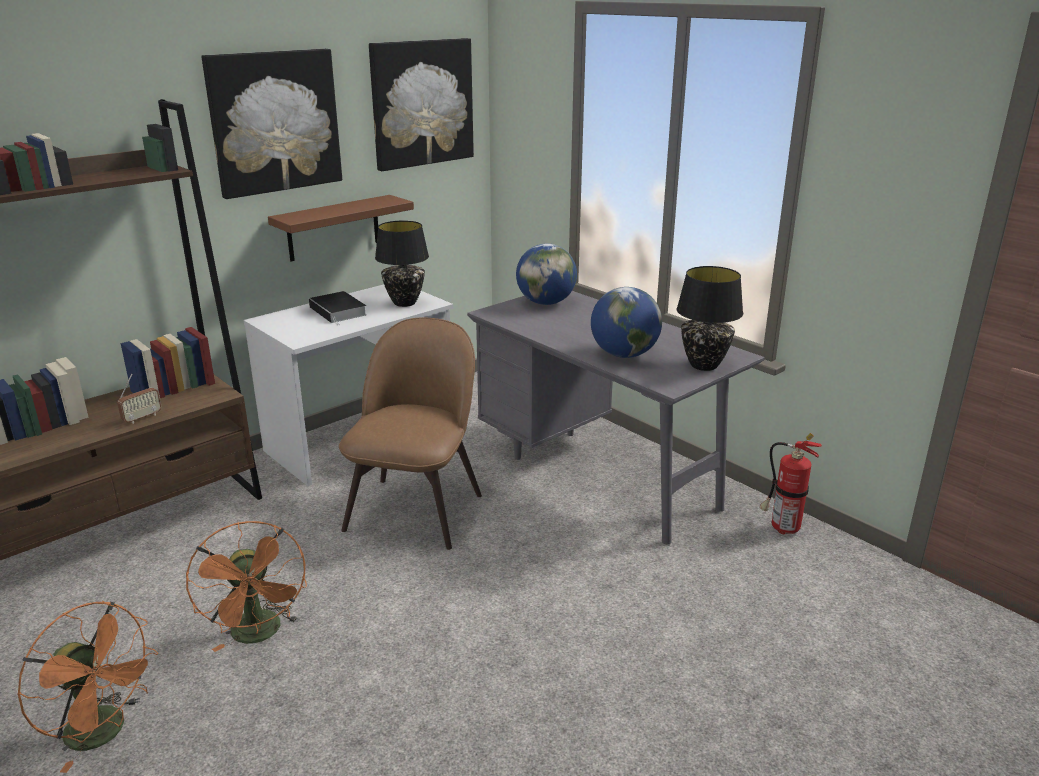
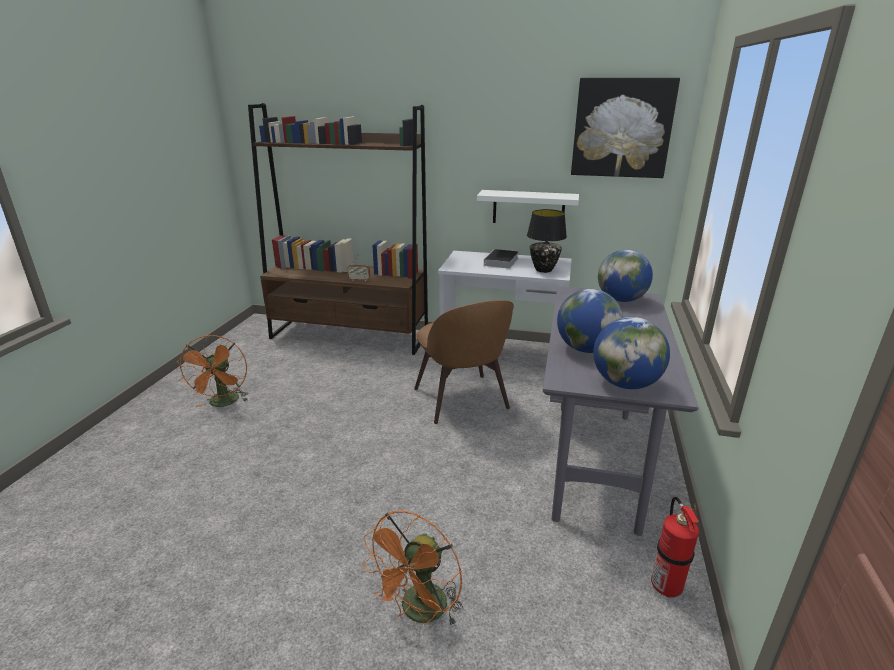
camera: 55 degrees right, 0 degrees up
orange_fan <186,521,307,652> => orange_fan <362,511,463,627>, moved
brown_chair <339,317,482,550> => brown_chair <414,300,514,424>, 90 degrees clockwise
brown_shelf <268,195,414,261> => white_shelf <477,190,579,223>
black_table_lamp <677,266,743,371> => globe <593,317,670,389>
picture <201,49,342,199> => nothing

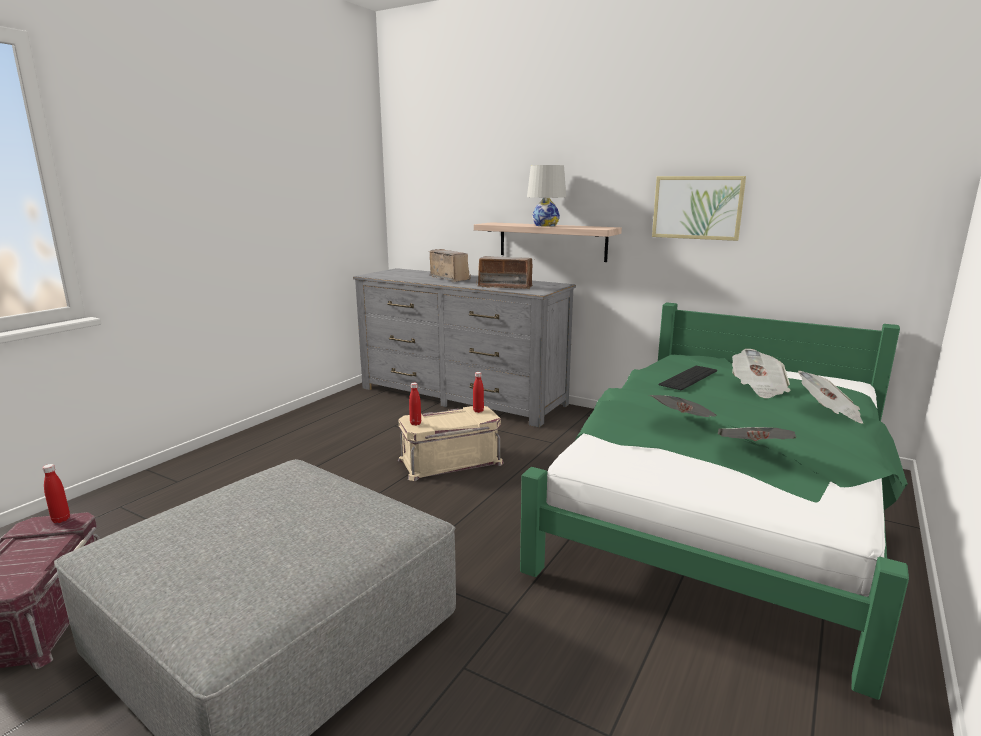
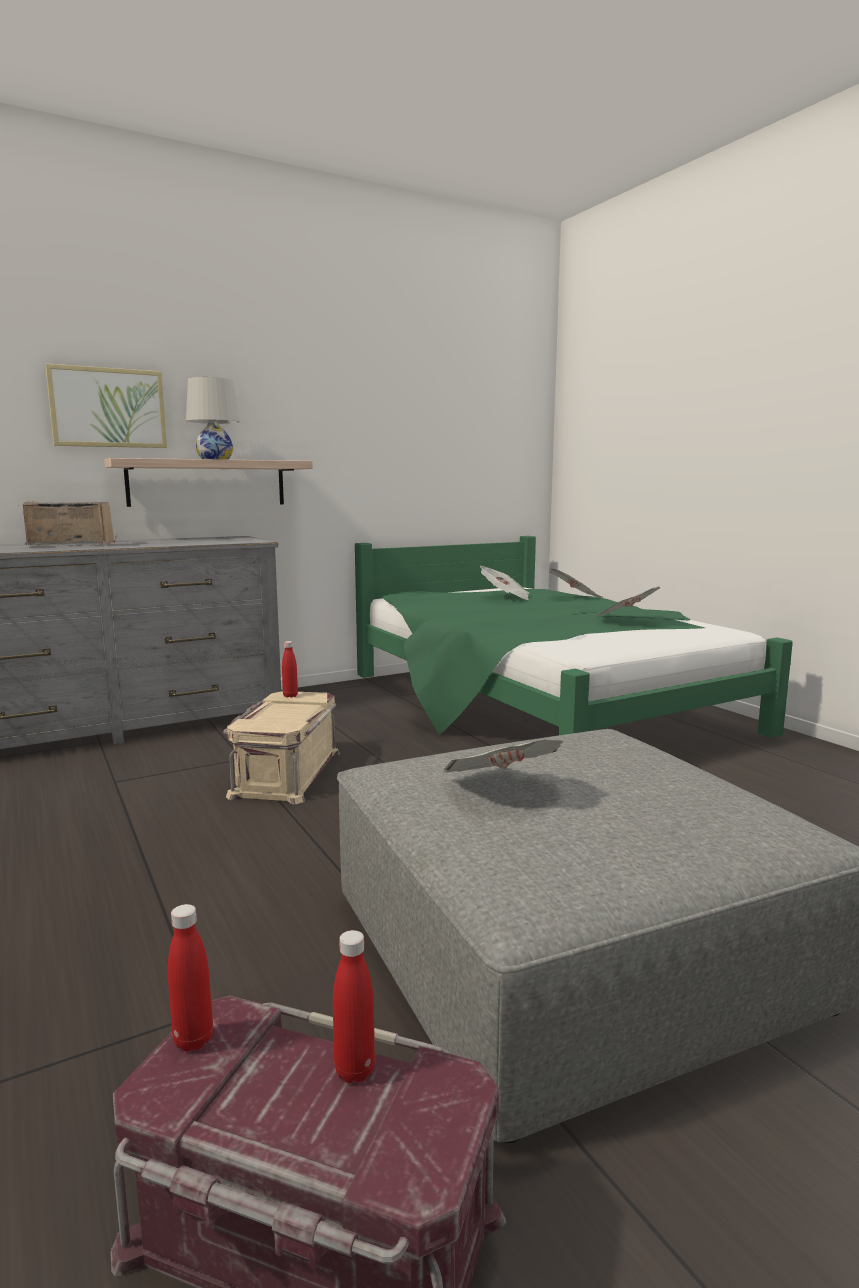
camera: 60 degrees left, 5 degrees down
picture <652,176,746,241> => picture <45,364,167,448>, moved
red_bottle <409,383,421,426> => red_bottle <333,930,375,1083>, moved
newspaper <649,395,717,417> => newspaper <444,740,563,772>, moved
radio <476,256,535,289> => nothing
keyboard <659,366,717,391> => nothing

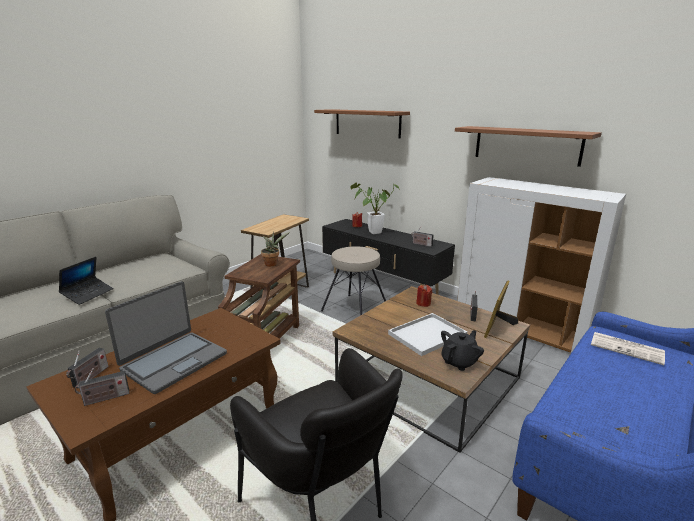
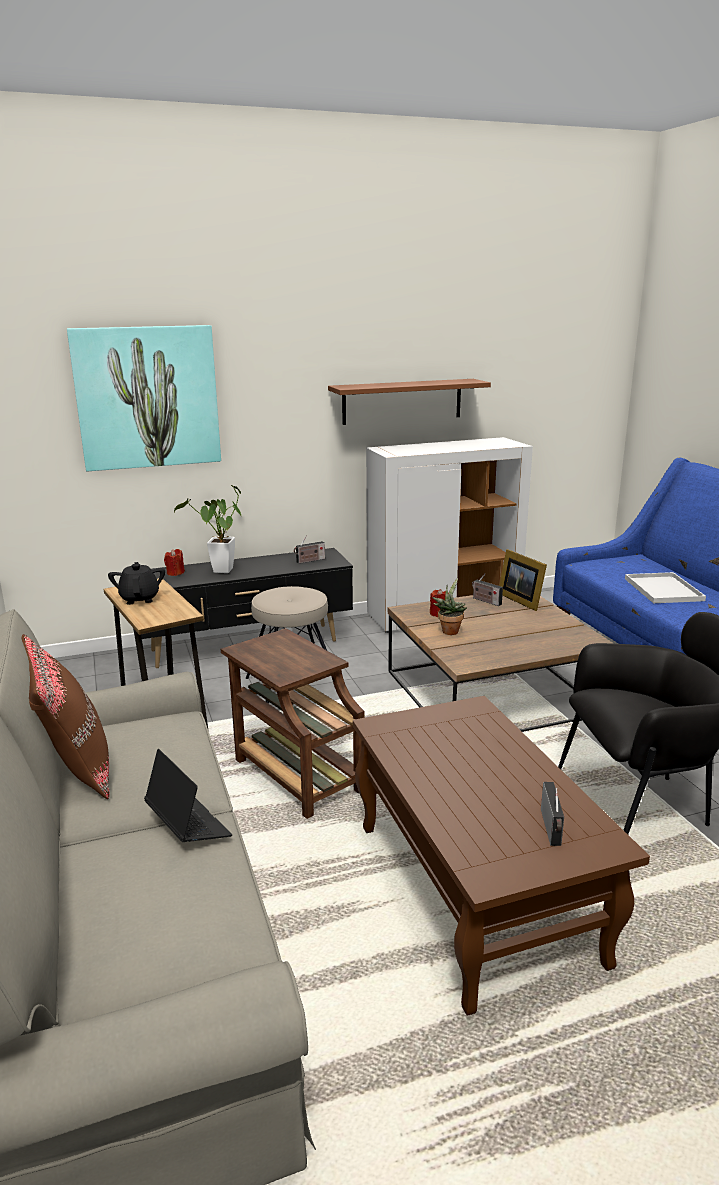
camera: 60 degrees left, 0 degrees up
nothing => brown_pillow <21,634,109,799>
brown_shelf <314,109,410,139> => picture <67,325,221,471>
black_teapot <441,330,484,371> => black_teapot <108,562,165,605>, moved
potted_plant <261,231,290,267> => potted_plant <432,578,467,635>, moved
white_tray <388,313,467,356> => white_tray <625,572,706,603>, moved
radio <66,348,109,388> => nothing
laptop <105,281,227,394> => nothing
newspaper <591,332,665,365> => nothing

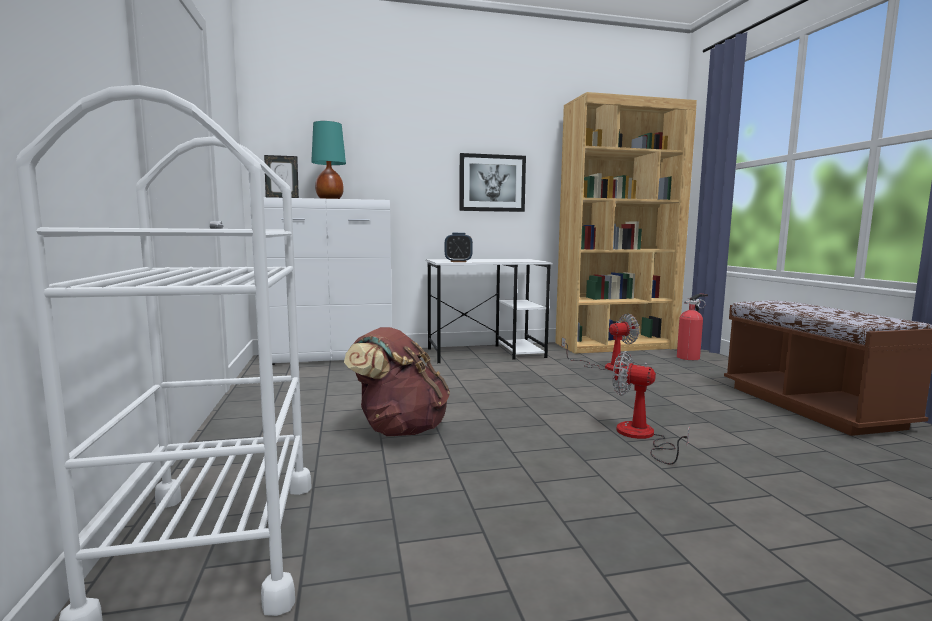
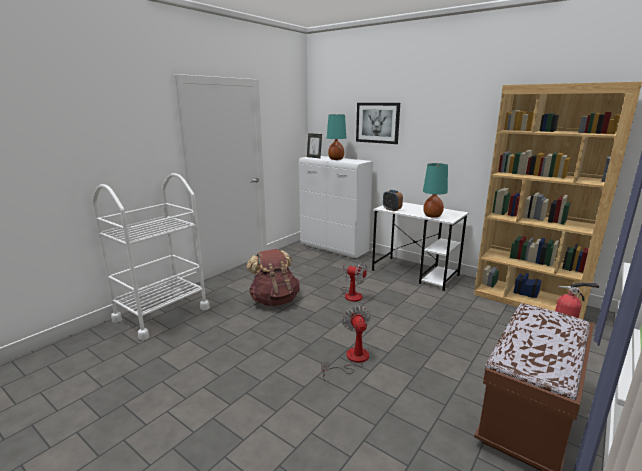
camera: 50 degrees right, 10 degrees up
fan <562,314,640,371> => fan <342,262,367,302>, moved
picture <459,153,526,212> => picture <356,103,400,144>, moved
nothing => turquoise_table_lamp <423,163,448,218>

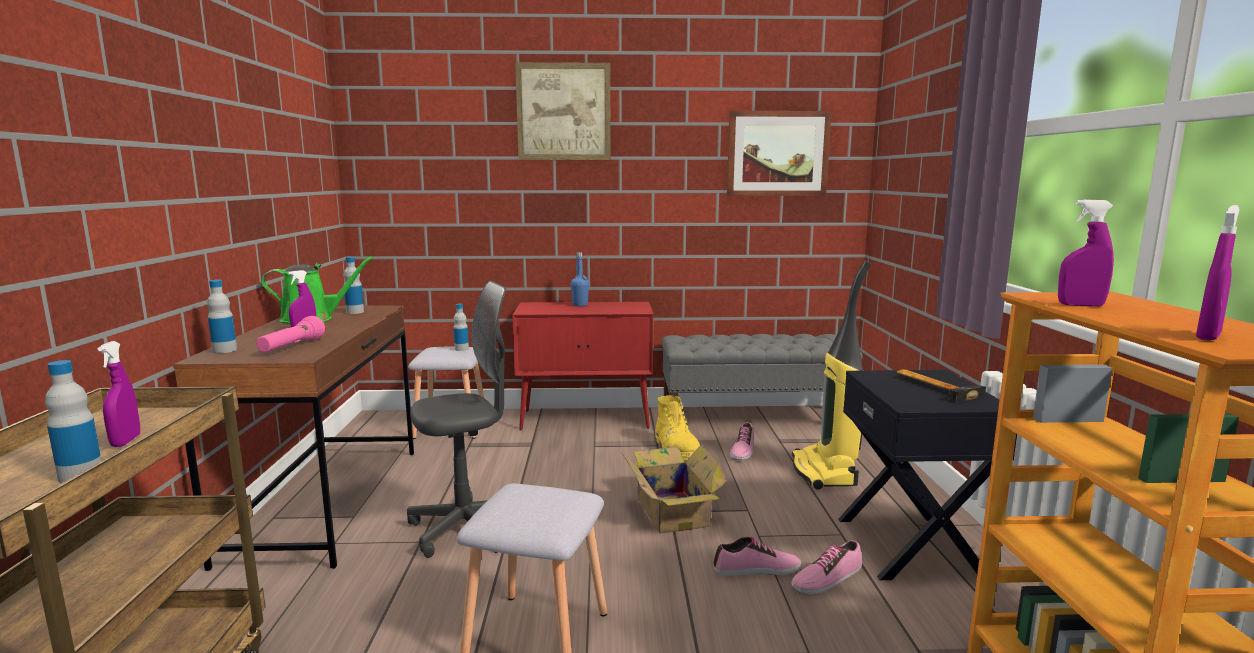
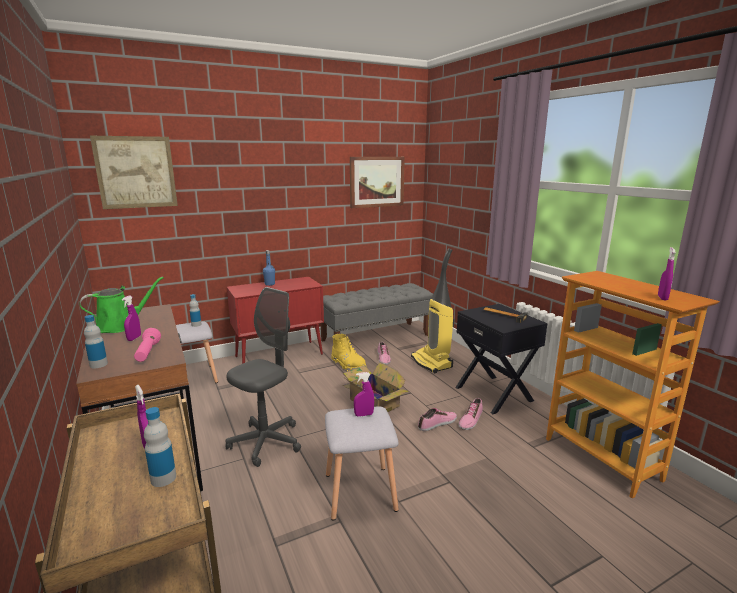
camera: 25 degrees left, 5 degrees up
picture <515,62,611,160> => picture <90,136,178,209>, moved
purple_spray_bottle <1058,199,1114,307> => purple_spray_bottle <354,372,374,417>, moved
bottle <344,257,364,314> => nothing

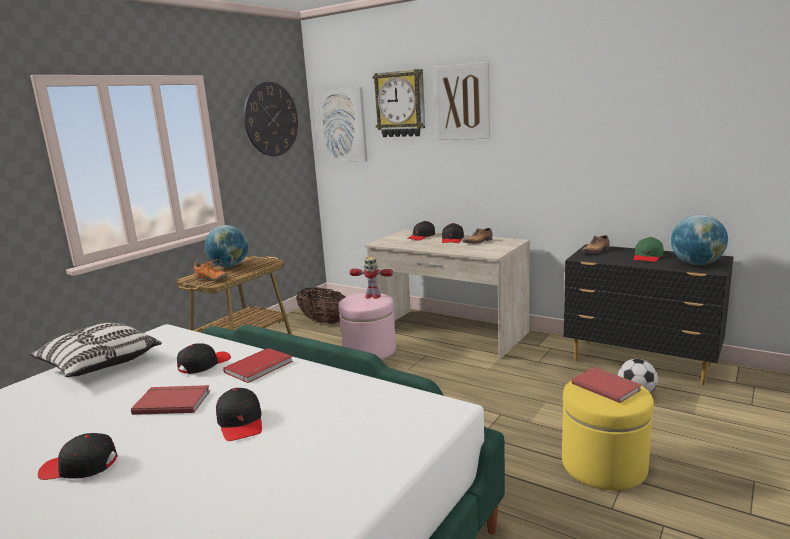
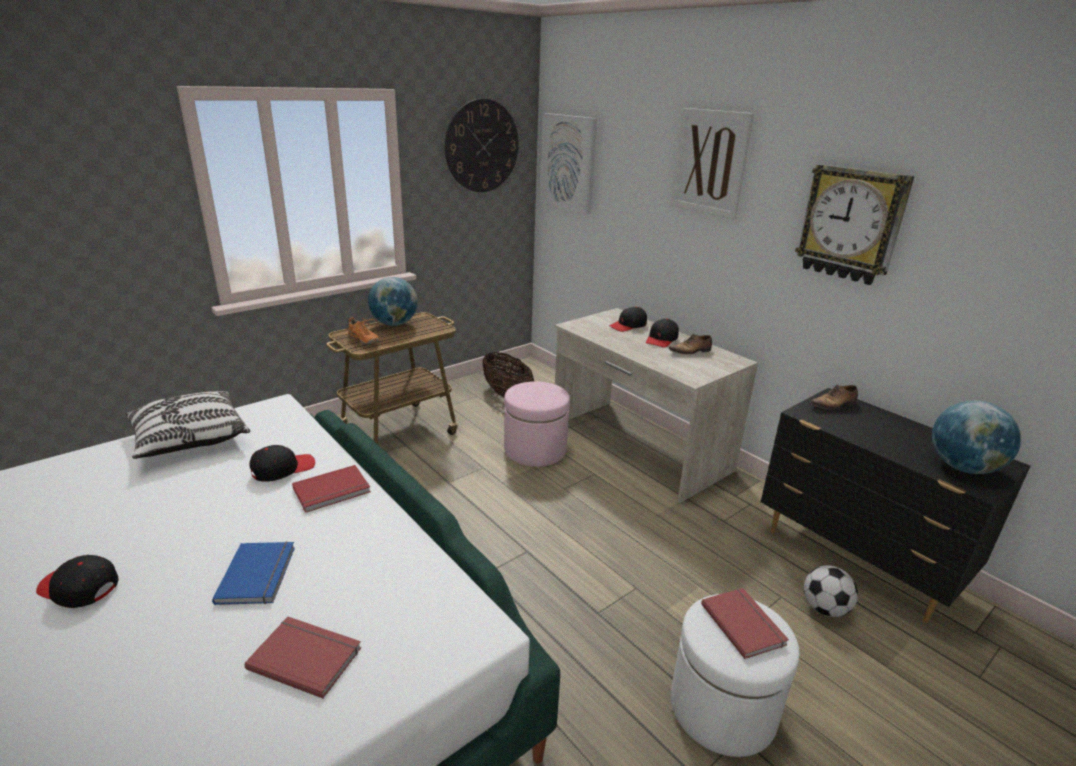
camera: 15 degrees right, 10 degrees up
black_cap <216,388,262,441> => blue_book <212,542,295,605>
red_book <131,385,210,415> => red_book <244,617,361,698>, moved
yellow_ottoman <562,380,654,490> => white_ottoman <671,594,800,757>
wall_clock <372,69,425,137> => wall_clock <795,164,914,285>, moved
toy_robot <349,257,393,299> => nothing
green_cap <634,237,663,262> => nothing

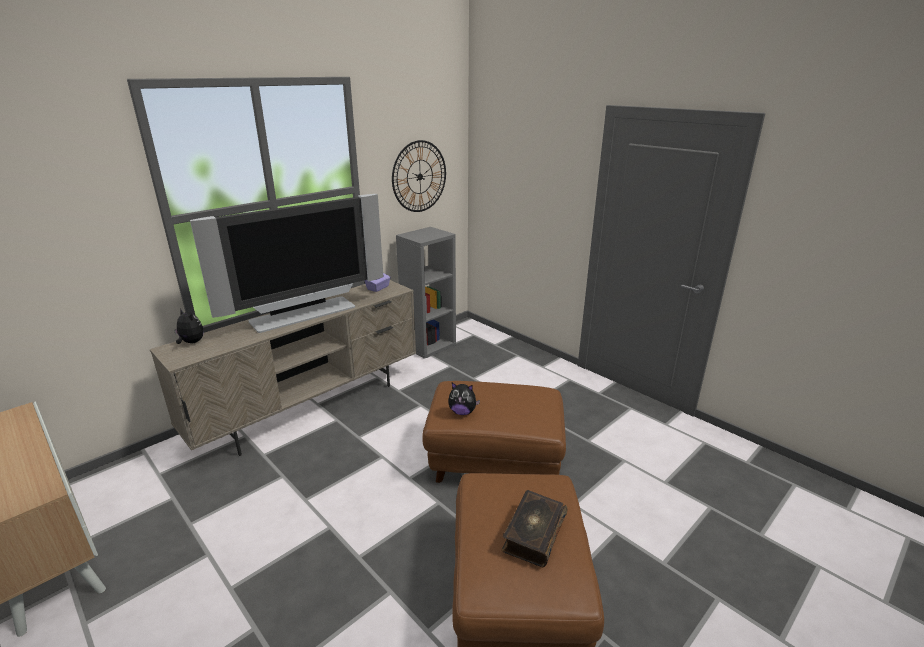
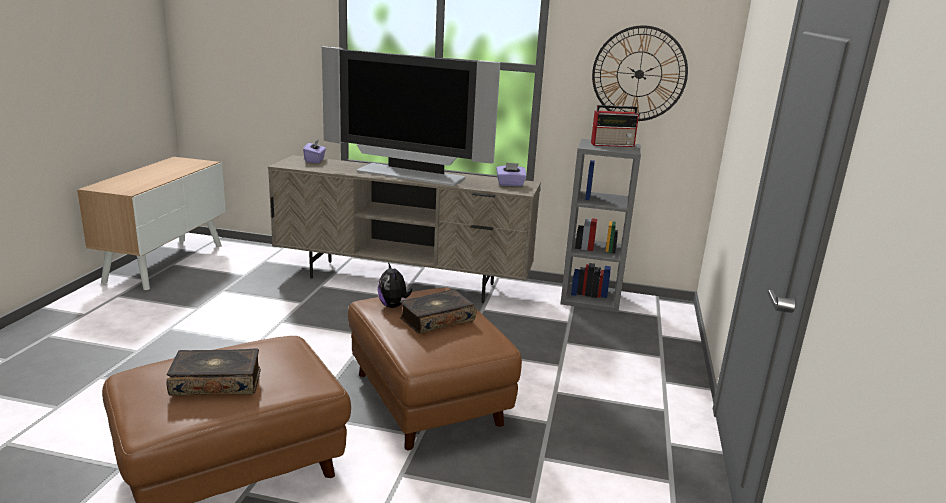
camera: 55 degrees right, 5 degrees down
plush_toy <174,309,203,344> => purple_tissue_box <303,139,326,163>
nothing => book <399,289,477,334>
nothing => radio <591,105,639,147>

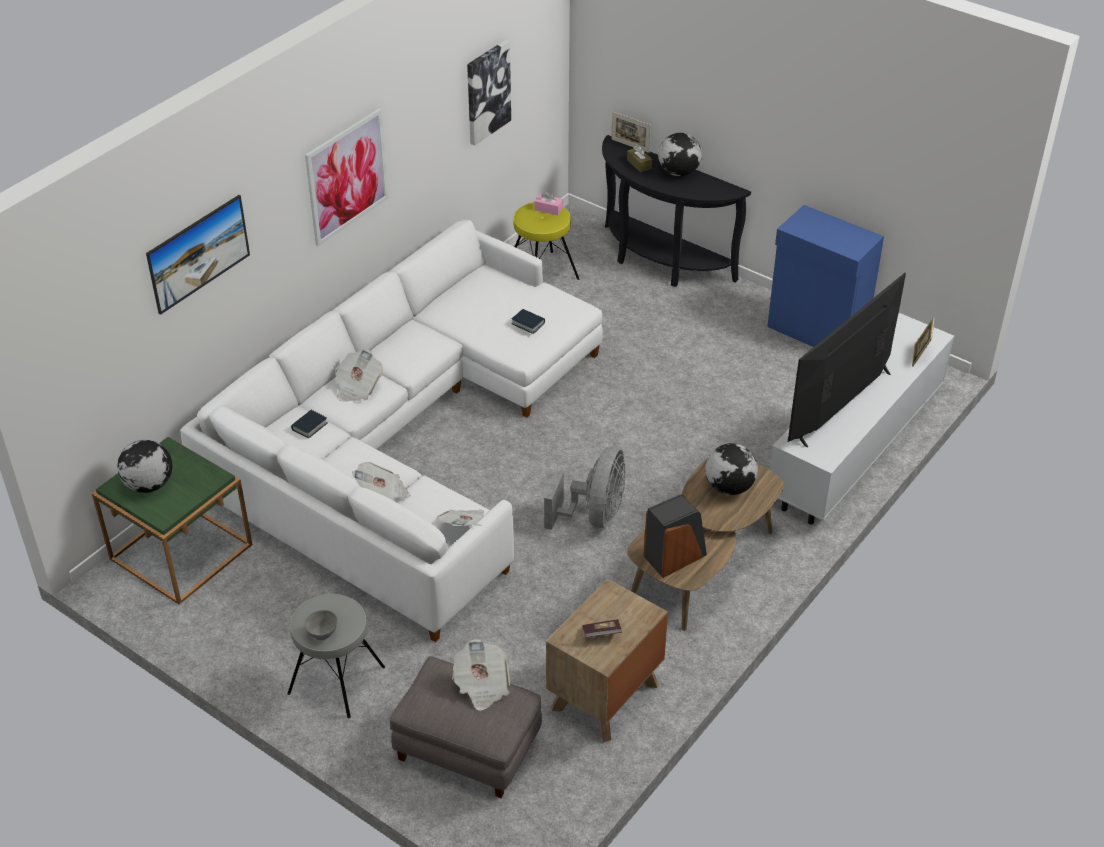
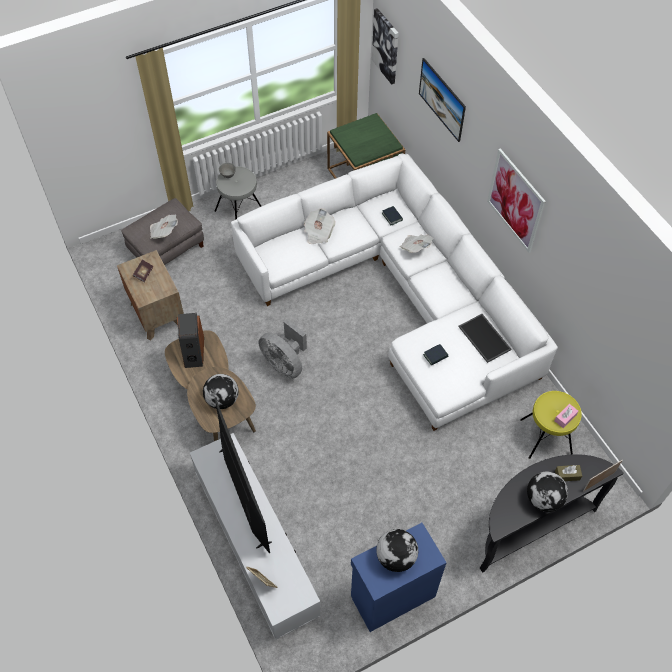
camera: 115 degrees right, 15 degrees up
picture <467,40,511,146> => picture <372,8,399,85>, moved
globe <117,440,172,493> => globe <376,529,418,572>, moved
nothing => tray <458,314,511,363>
newspaper <437,510,484,526> => nothing

